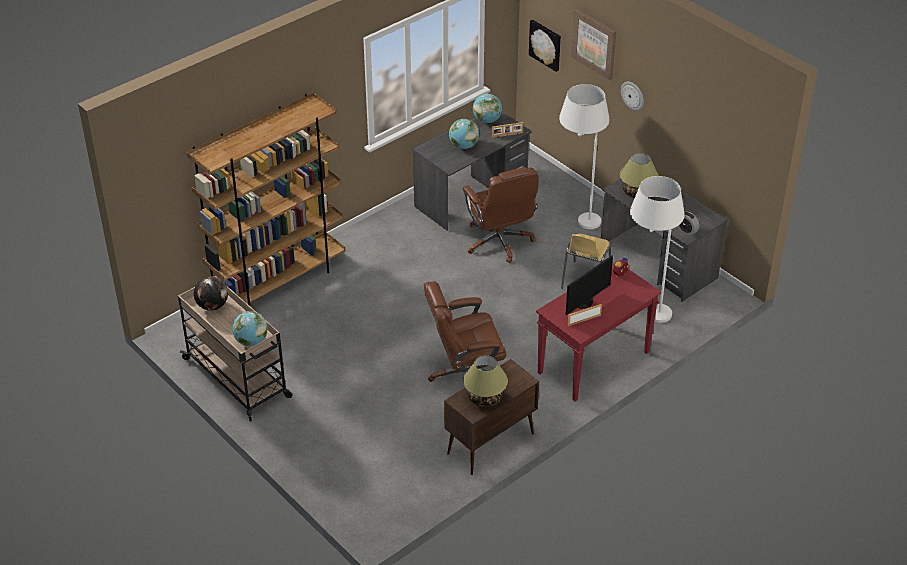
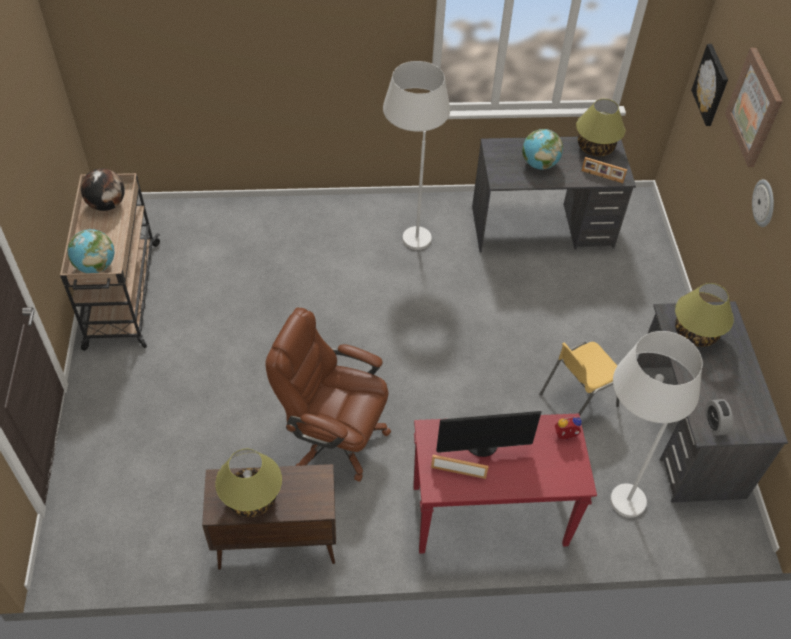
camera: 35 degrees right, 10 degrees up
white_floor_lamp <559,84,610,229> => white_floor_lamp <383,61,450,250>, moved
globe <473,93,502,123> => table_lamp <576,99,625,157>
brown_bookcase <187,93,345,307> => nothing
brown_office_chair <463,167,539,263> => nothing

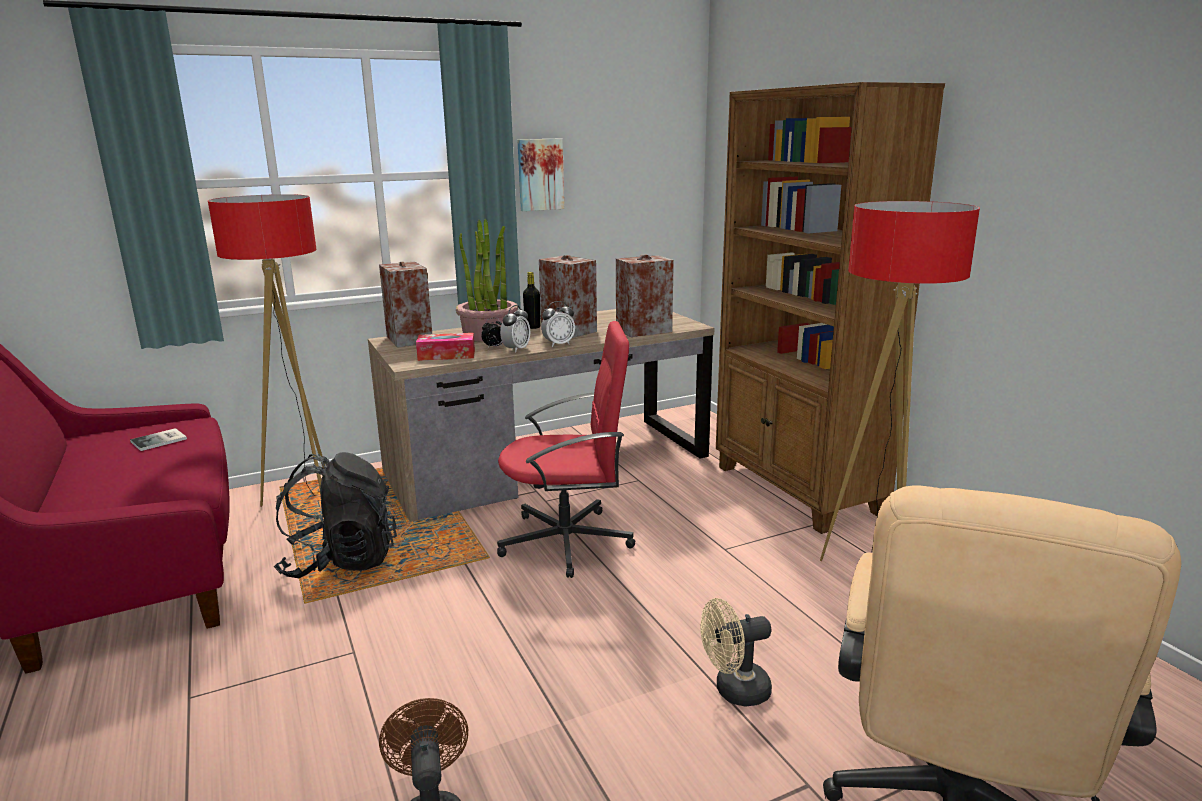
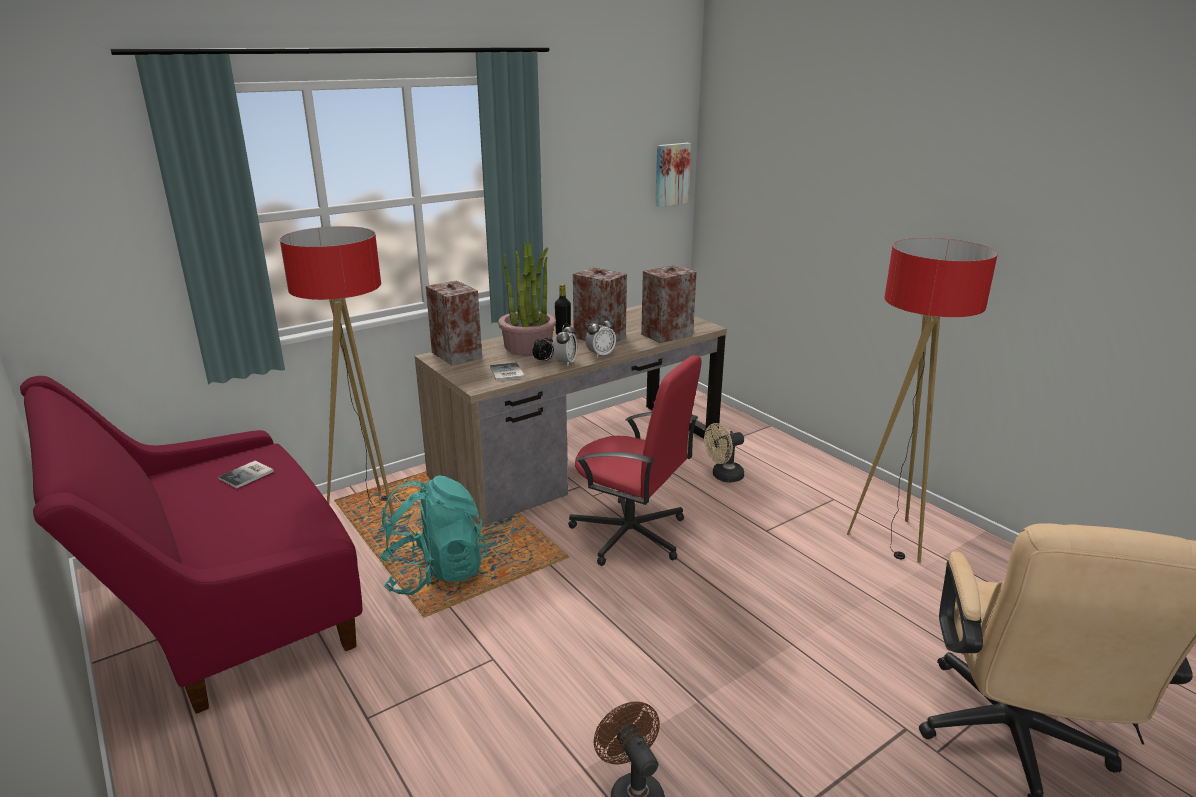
camera: 10 degrees left, 5 degrees up
black_backpack <274,452,397,578> => turquoise_backpack <379,475,487,595>
tissue_box <416,333,475,361> => book <490,362,525,381>
red_office_chair <497,321,635,578> => red_office_chair <568,355,701,566>, 45 degrees clockwise
picture <518,139,564,211> => picture <655,143,691,207>, moved
beige_fan <700,598,772,707> => beige_fan <704,423,744,483>, moved
brown_bookcase <716,82,945,534> => nothing

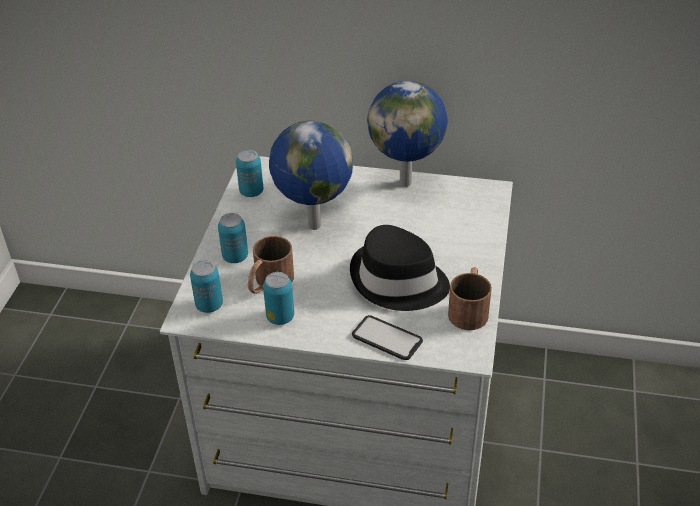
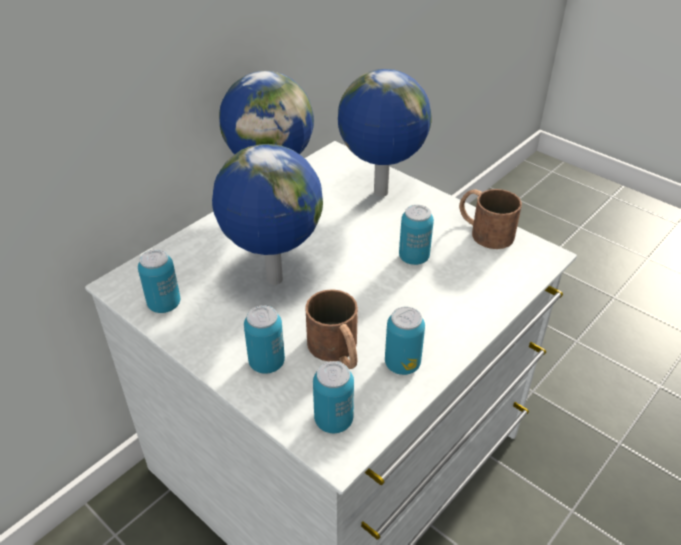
camera: 60 degrees left, 0 degrees up
nothing => globe <338,69,432,197>
black_hat <350,225,450,311> => can <399,205,434,265>
phone <352,315,423,360> => nothing

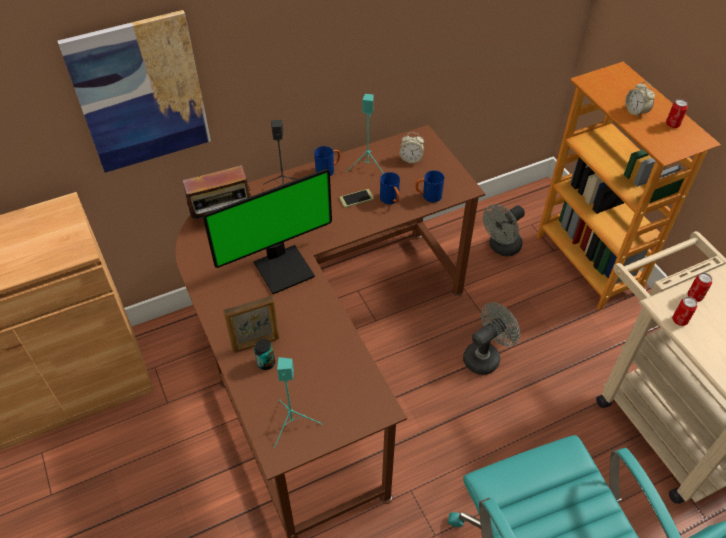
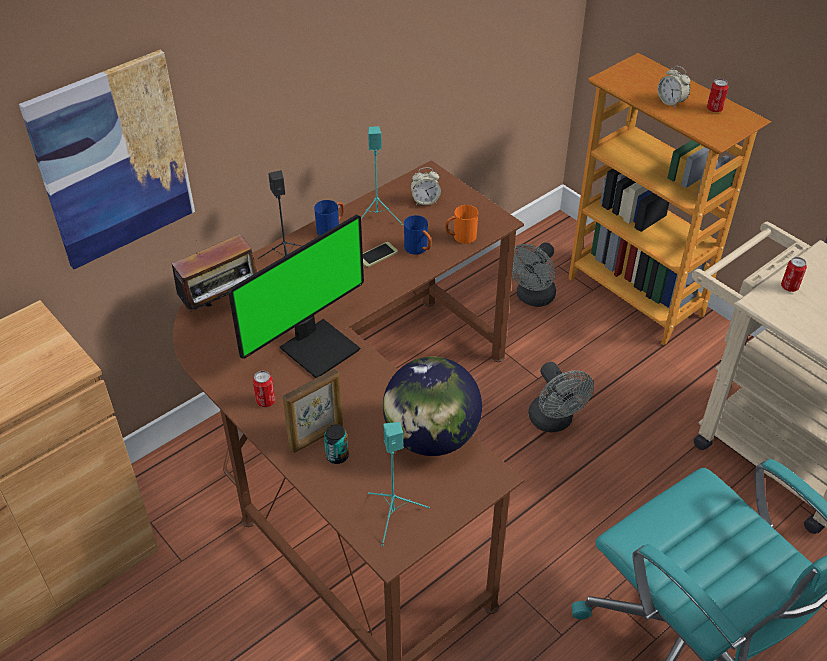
camera: 15 degrees left, 5 degrees down
can <672,297,697,326> => can <253,371,275,407>, moved
nothing => globe <383,356,482,456>
blue_mug <415,170,444,203> => orange_mug <445,205,478,244>
grey_fan <463,302,520,375> => grey_fan <529,362,594,433>, 120 degrees clockwise

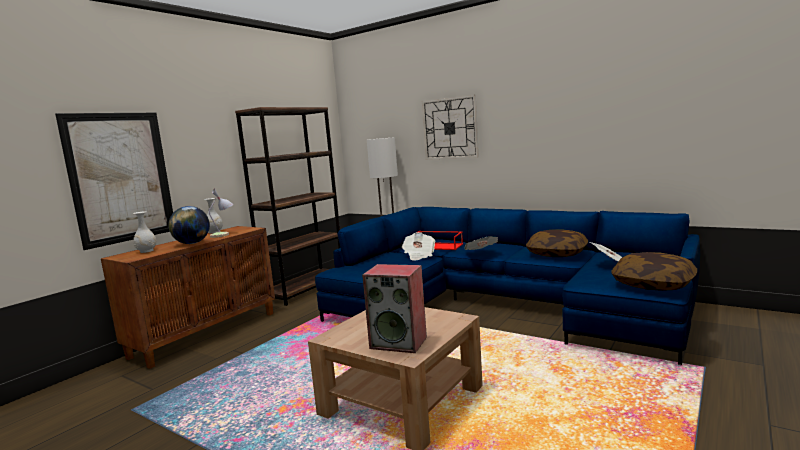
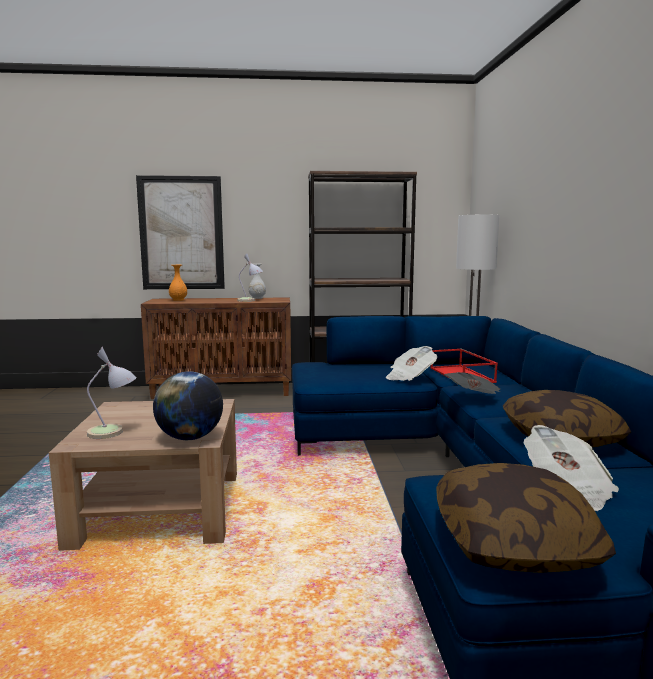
camera: 50 degrees right, 0 degrees up
speaker <362,264,427,353> => table_lamp <87,346,137,439>
globe <168,206,210,244> => globe <153,371,223,440>, moved
white_vase <133,211,157,253> => orange_vase <169,265,187,301>
wall_clock <422,95,479,160> => nothing

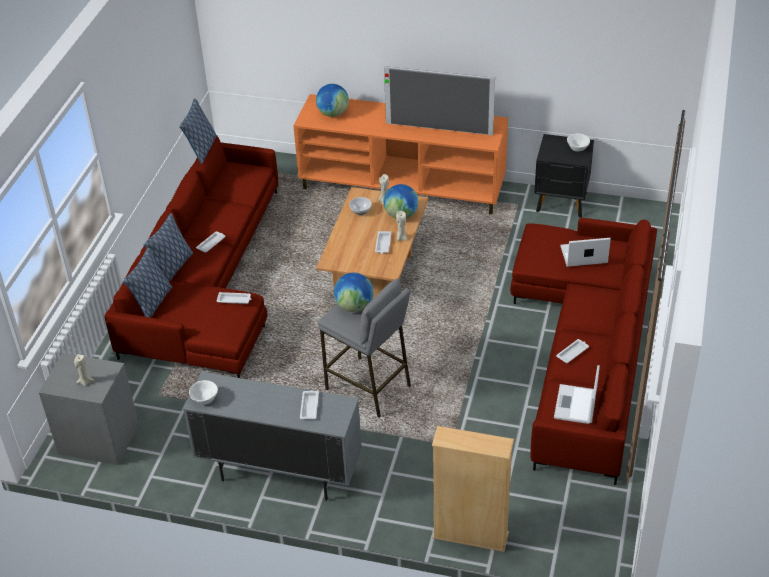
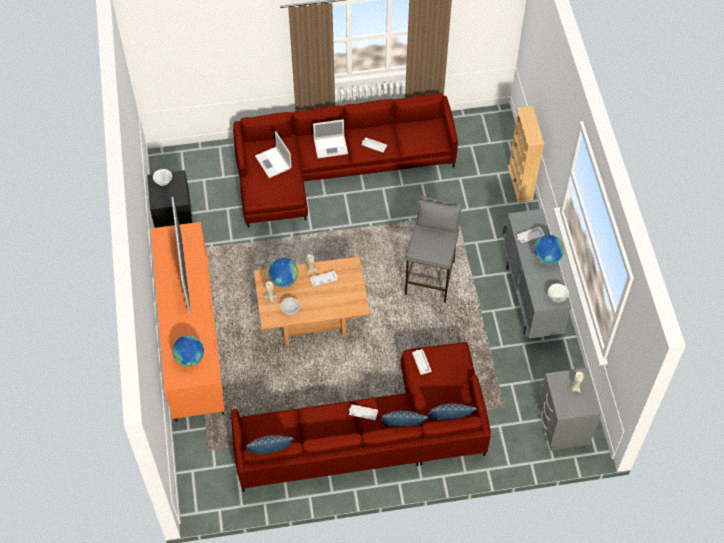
camera: 115 degrees left, 15 degrees up
laptop <554,365,600,424> => laptop <313,119,348,158>, moved
globe <334,273,373,312> => globe <534,235,564,265>, moved

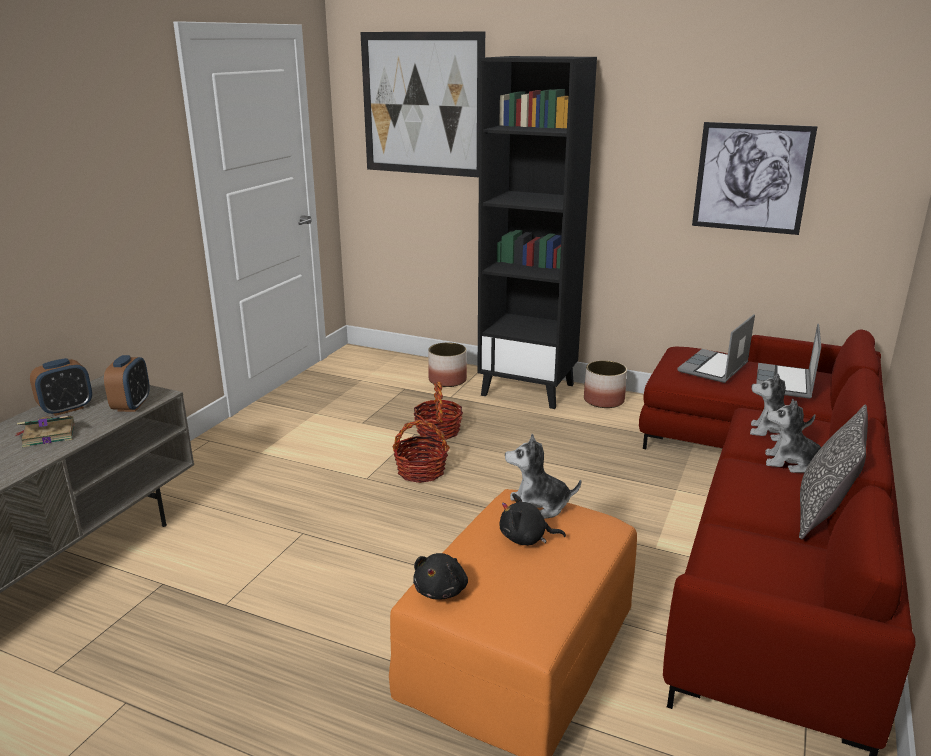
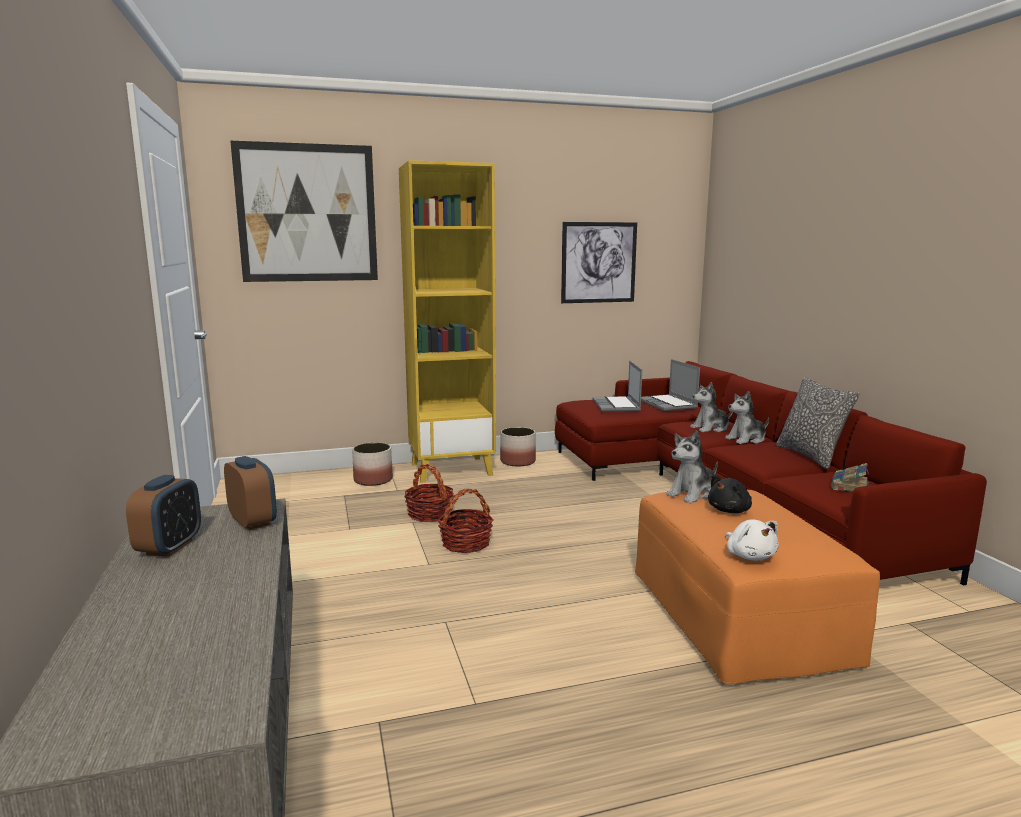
camera: 40 degrees left, 10 degrees down
black_bookcase <477,56,597,409> => yellow_bookcase <399,160,496,483>
black_plush_toy <413,553,468,600> => white_plush_toy <725,520,779,561>
book <15,415,75,447> => book <831,463,869,492>, moved

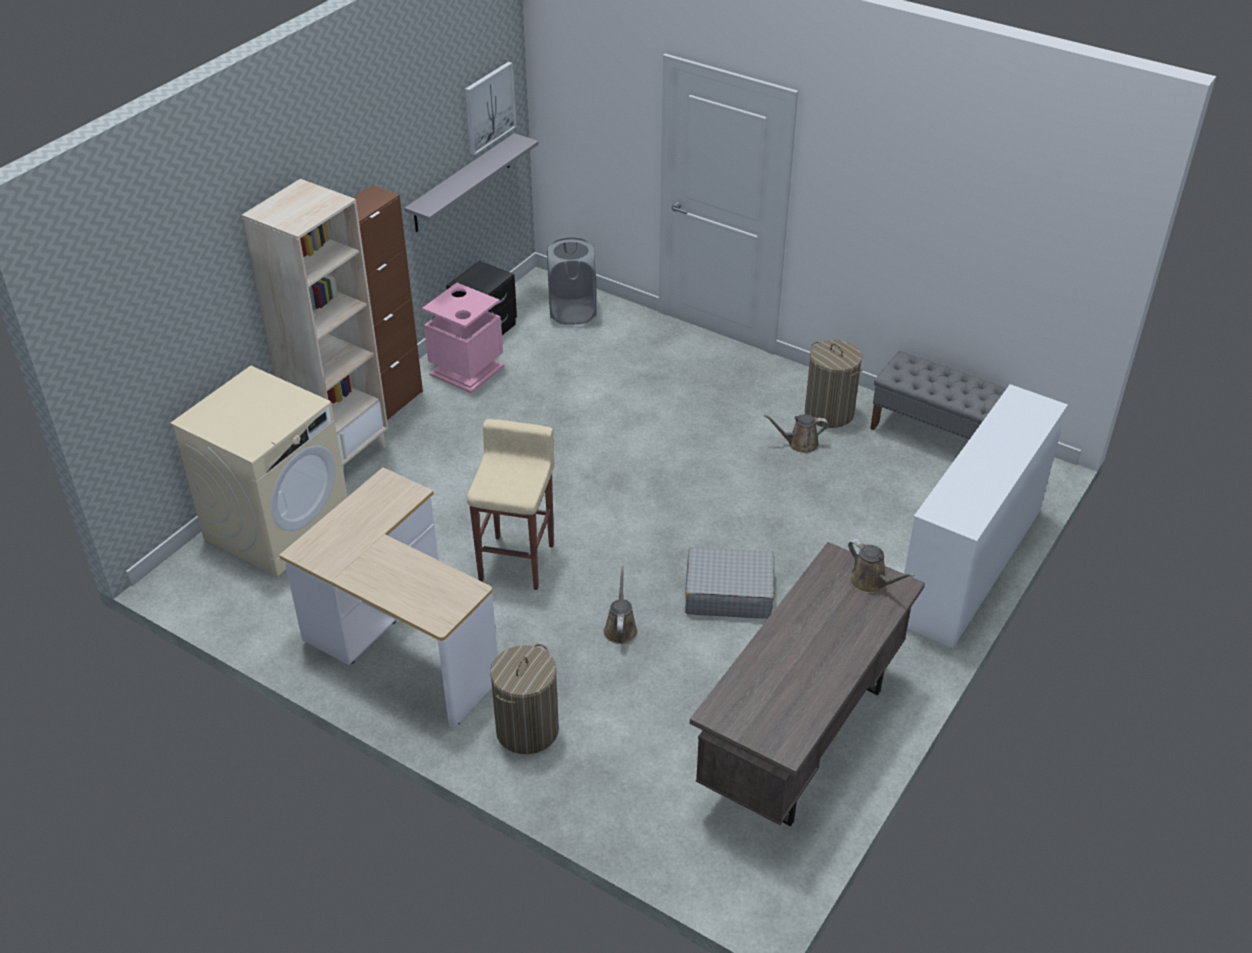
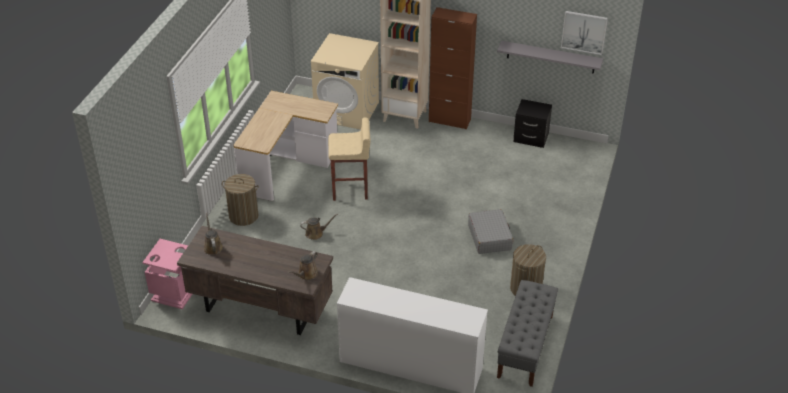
camera: 75 degrees right, 0 degrees up
pink_trash_can <422,283,504,393> => pink_trash_can <142,239,192,309>, moved
brown_watering_can <764,414,828,453> => brown_watering_can <204,212,223,255>, moved
grey_suitcase <685,547,775,619> => grey_suitcase <468,209,513,254>, moved
grey_laundry_basket <547,237,597,324> => nothing

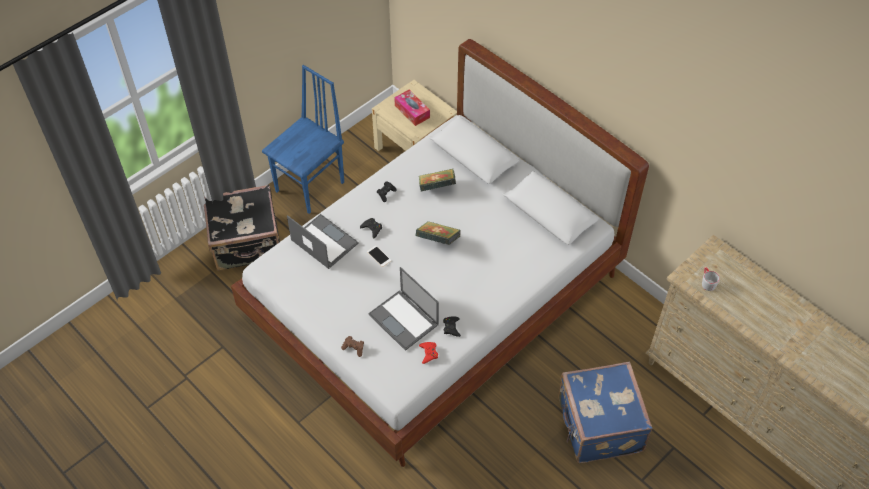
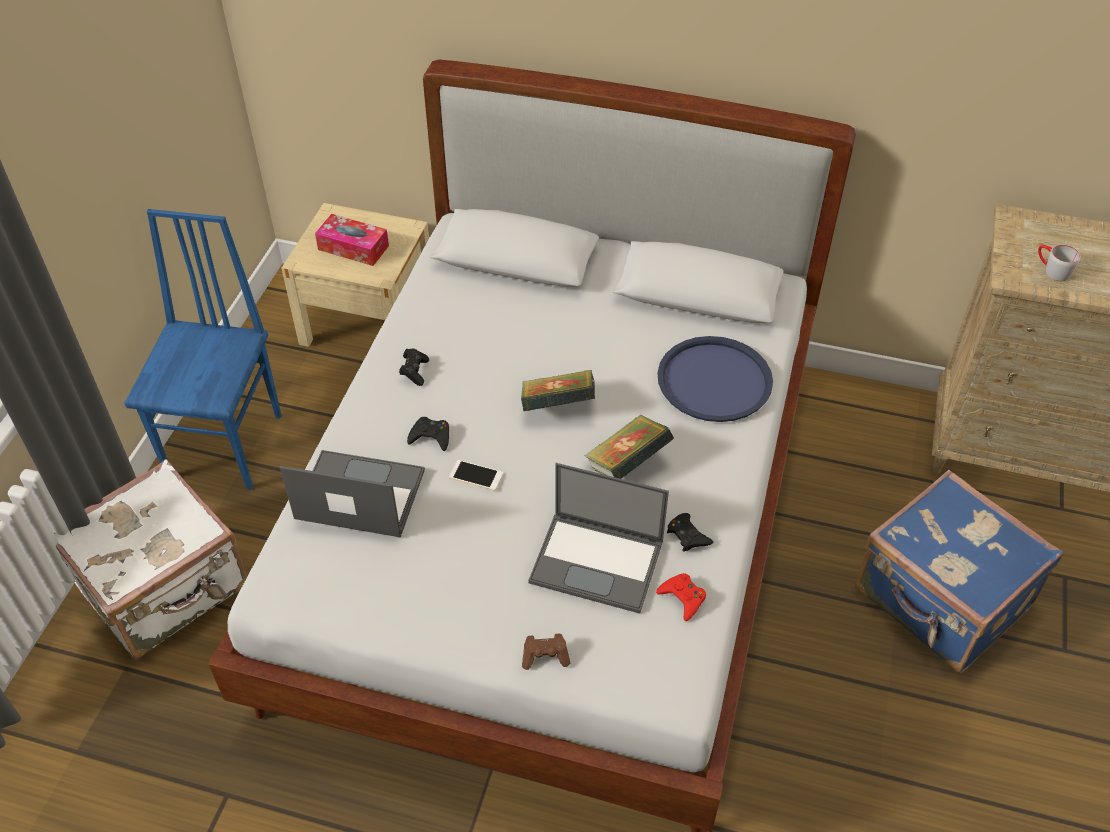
camera: 30 degrees left, 5 degrees down
black_suitcase <204,185,280,271> => white_suitcase <54,459,247,660>
book <419,169,456,192> => book <584,415,674,479>, moved
nothing => blue_tray <657,336,773,422>

